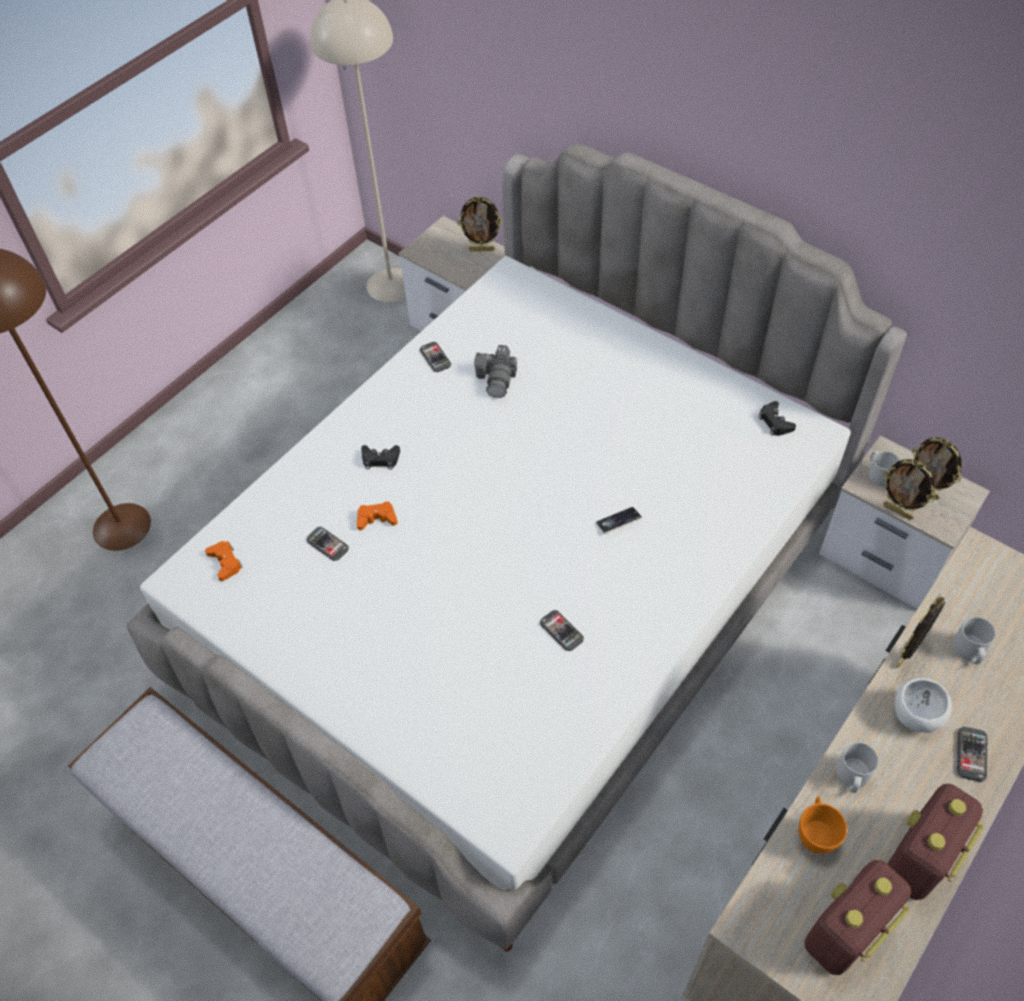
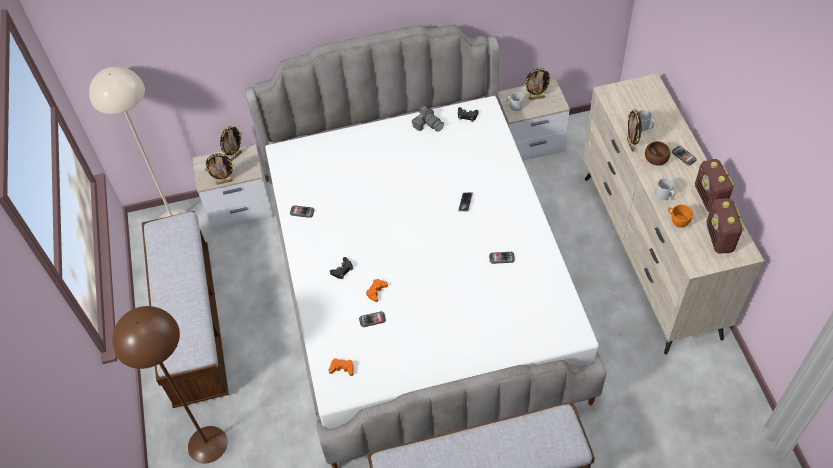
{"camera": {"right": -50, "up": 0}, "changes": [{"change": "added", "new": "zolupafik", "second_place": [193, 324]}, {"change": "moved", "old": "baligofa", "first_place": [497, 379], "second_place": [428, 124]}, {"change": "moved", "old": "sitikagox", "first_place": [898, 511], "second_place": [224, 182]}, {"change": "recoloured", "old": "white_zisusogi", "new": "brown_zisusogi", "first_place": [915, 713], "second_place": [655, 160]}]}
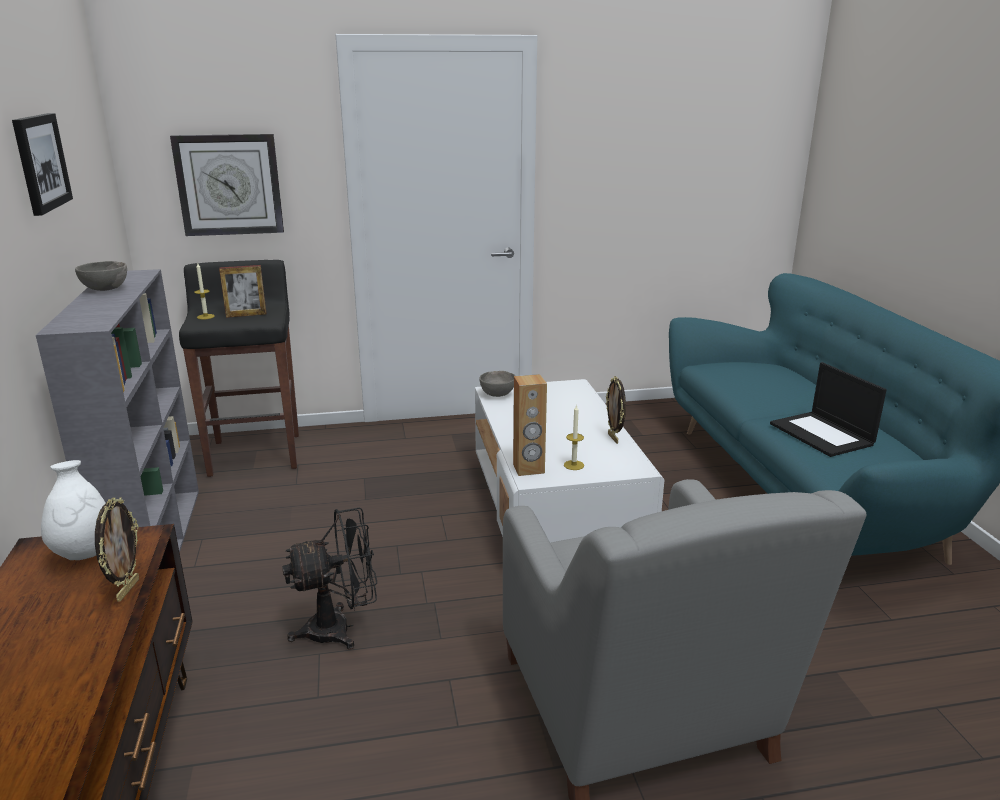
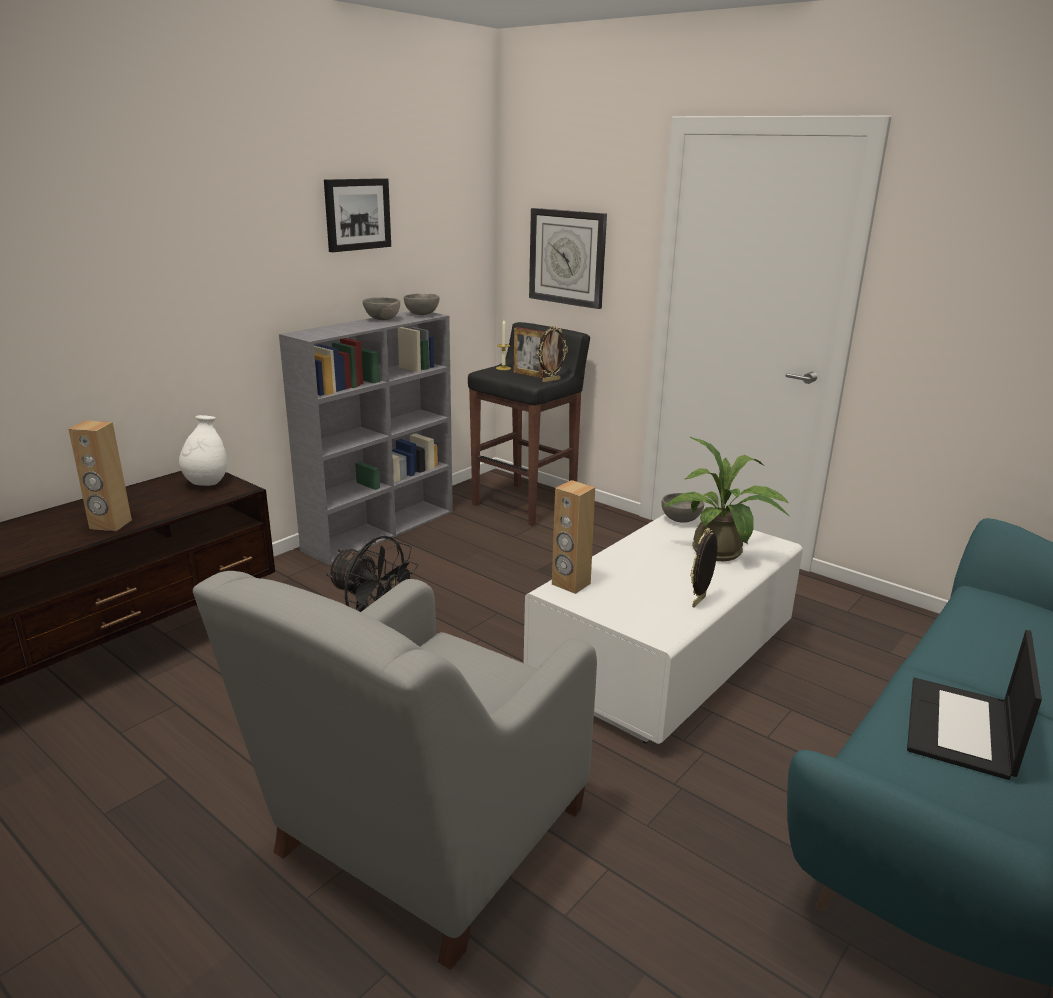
{"camera": {"right": 50, "up": 0}, "changes": [{"change": "removed", "old": "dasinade", "first_place": [573, 465]}, {"change": "added", "new": "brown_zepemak", "second_place": [110, 524]}, {"change": "added", "new": "grey_zisusogi", "second_place": [422, 314]}, {"change": "added", "new": "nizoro", "second_place": [721, 554]}, {"change": "moved", "old": "sitikagox", "first_place": [127, 590], "second_place": [551, 380]}]}
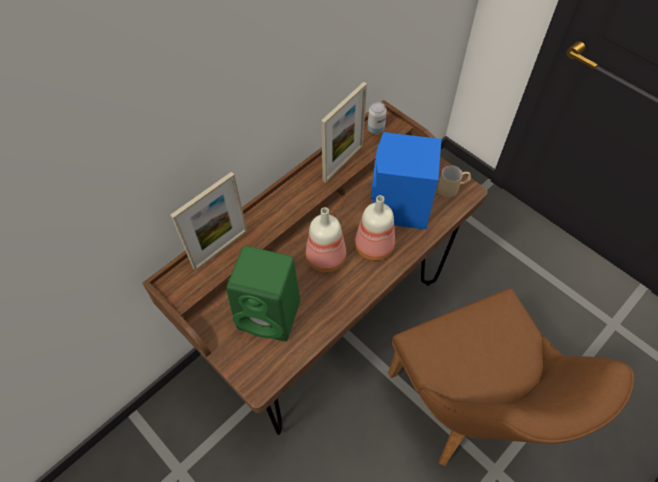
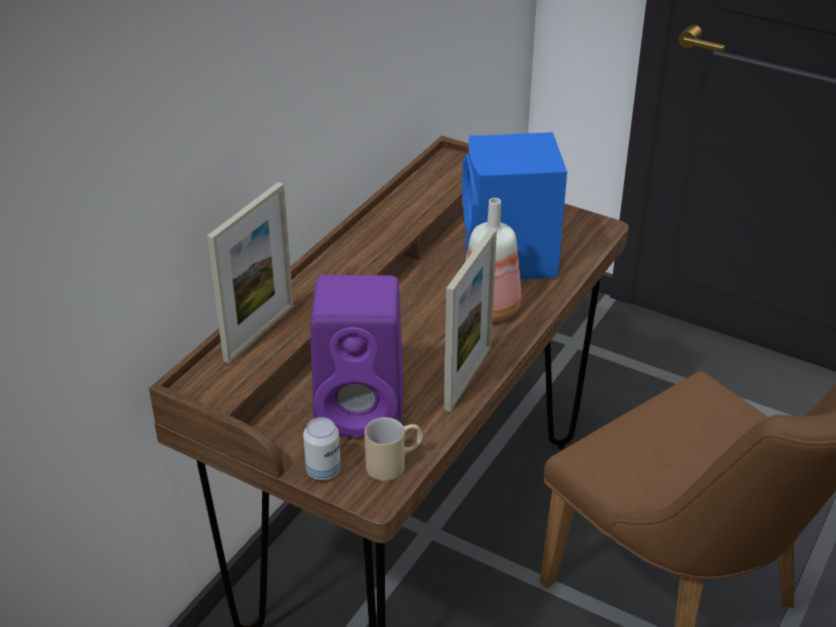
{"camera": {"right": -15, "up": -20}, "changes": [{"change": "removed", "old": "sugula", "first_place": [327, 257]}, {"change": "moved", "old": "sitikagox", "first_place": [343, 163], "second_place": [468, 378]}, {"change": "moved", "old": "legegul", "first_place": [376, 129], "second_place": [323, 471]}, {"change": "moved", "old": "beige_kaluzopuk", "first_place": [452, 188], "second_place": [394, 463]}, {"change": "recoloured", "old": "green_zepemak", "new": "purple_zepemak", "first_place": [271, 315], "second_place": [363, 410]}]}
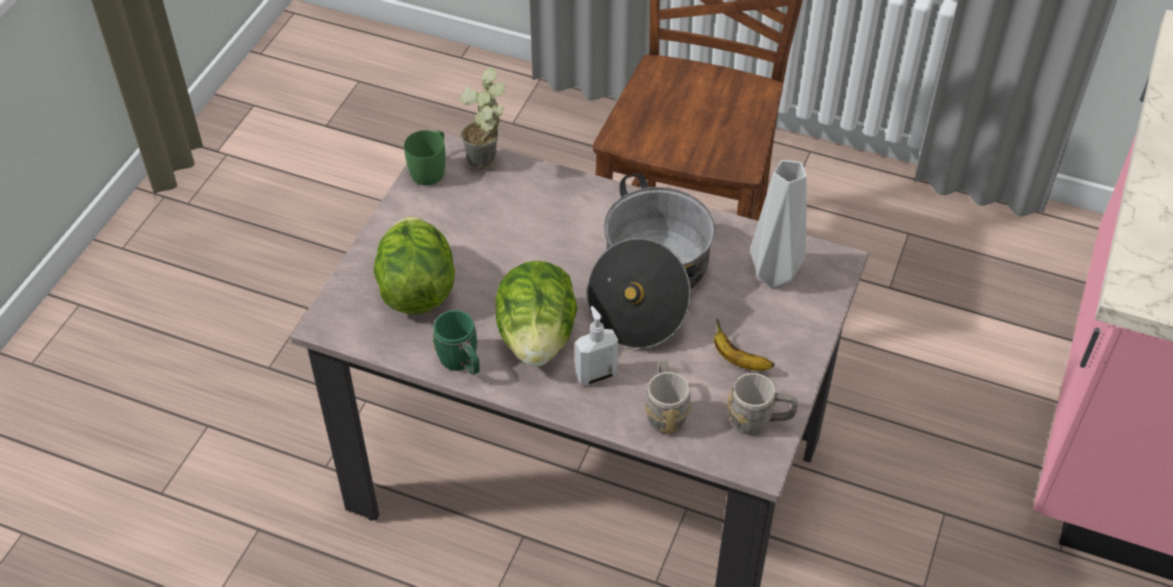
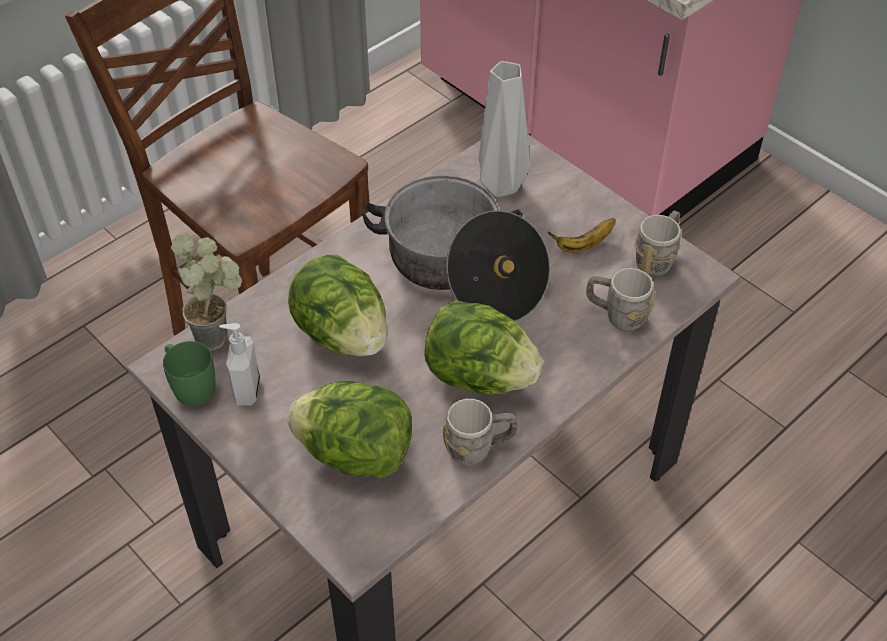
{"camera": {"right": -65, "up": 0}, "changes": [{"change": "added", "new": "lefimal", "second_place": [342, 334]}, {"change": "moved", "old": "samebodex", "first_place": [595, 374], "second_place": [246, 390]}, {"change": "recoloured", "old": "green_kaluzopuk", "new": "grey_kaluzopuk", "first_place": [462, 363], "second_place": [479, 448]}]}
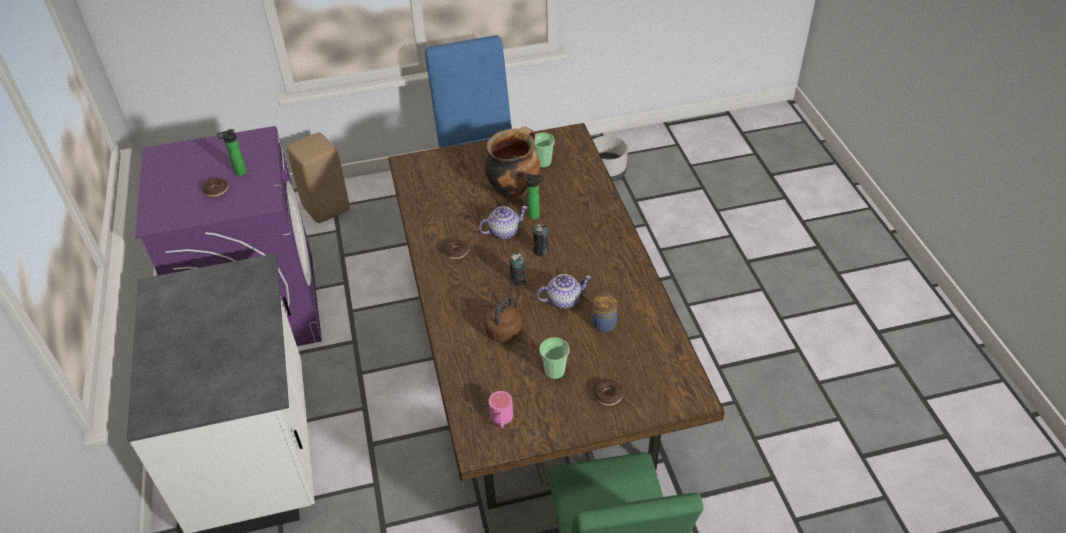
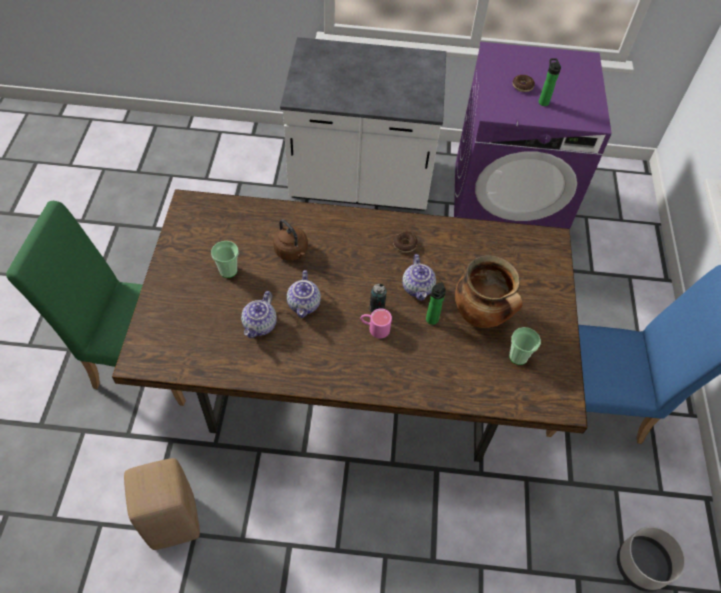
{"camera": {"right": 105, "up": 10}, "changes": [{"change": "removed", "old": "legegul", "first_place": [518, 281]}, {"change": "removed", "old": "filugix", "first_place": [607, 395]}, {"change": "moved", "old": "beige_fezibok", "first_place": [326, 208], "second_place": [174, 523]}, {"change": "moved", "old": "pink_kaluzopuk", "first_place": [501, 420], "second_place": [374, 328]}, {"change": "replaced", "old": "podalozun", "new": "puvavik", "first_place": [604, 323], "second_place": [260, 325]}]}
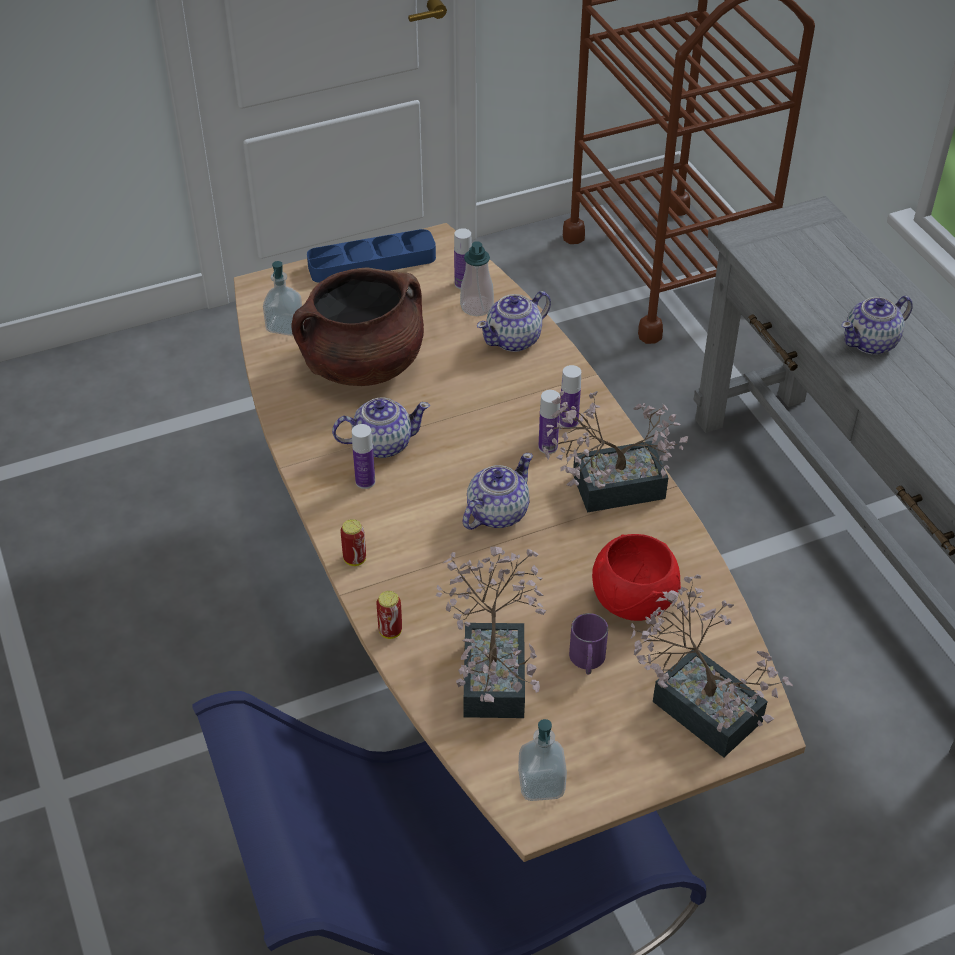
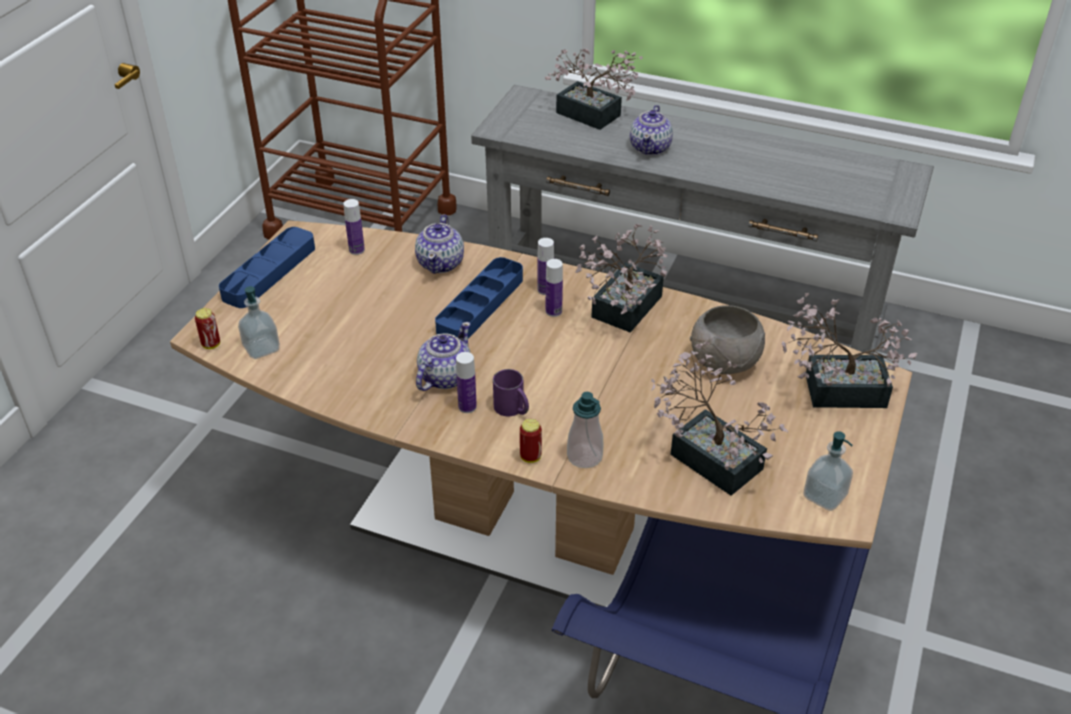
{"camera": {"right": -45, "up": -5}, "changes": [{"change": "removed", "old": "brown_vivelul", "first_place": [362, 365]}, {"change": "removed", "old": "puvavik", "first_place": [496, 513]}, {"change": "added", "new": "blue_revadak", "second_place": [480, 305]}, {"change": "added", "new": "nizoro", "second_place": [594, 117]}, {"change": "moved", "old": "legegul", "first_place": [390, 631], "second_place": [211, 344]}, {"change": "moved", "old": "samebodex", "first_place": [477, 307], "second_place": [584, 456]}, {"change": "moved", "old": "purple_kaluzopuk", "first_place": [587, 661], "second_place": [513, 409]}, {"change": "recoloured", "old": "red_zisusogi", "new": "grey_zisusogi", "first_place": [633, 601], "second_place": [726, 362]}]}
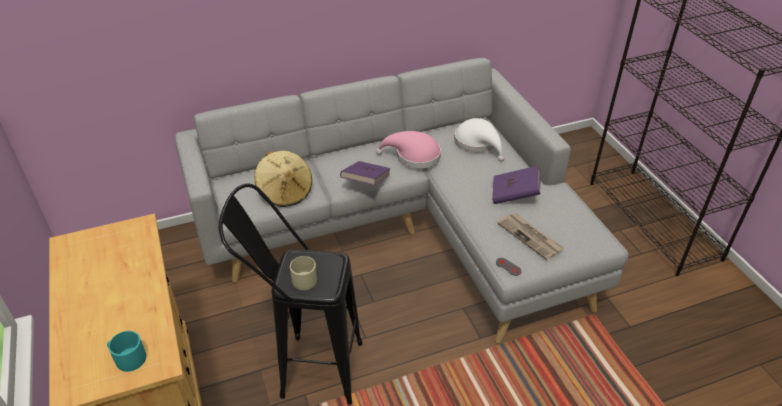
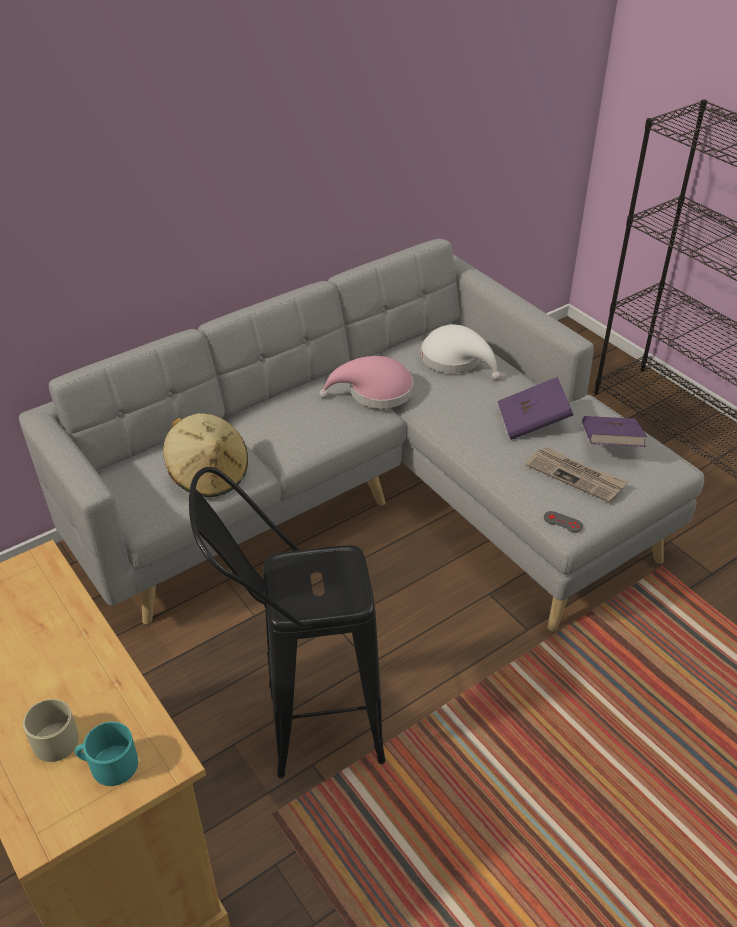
{"camera": {"right": -15, "up": 0}, "changes": [{"change": "moved", "old": "beige_kaluzopuk", "first_place": [303, 278], "second_place": [52, 738]}, {"change": "moved", "old": "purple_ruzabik", "first_place": [366, 182], "second_place": [610, 445]}]}
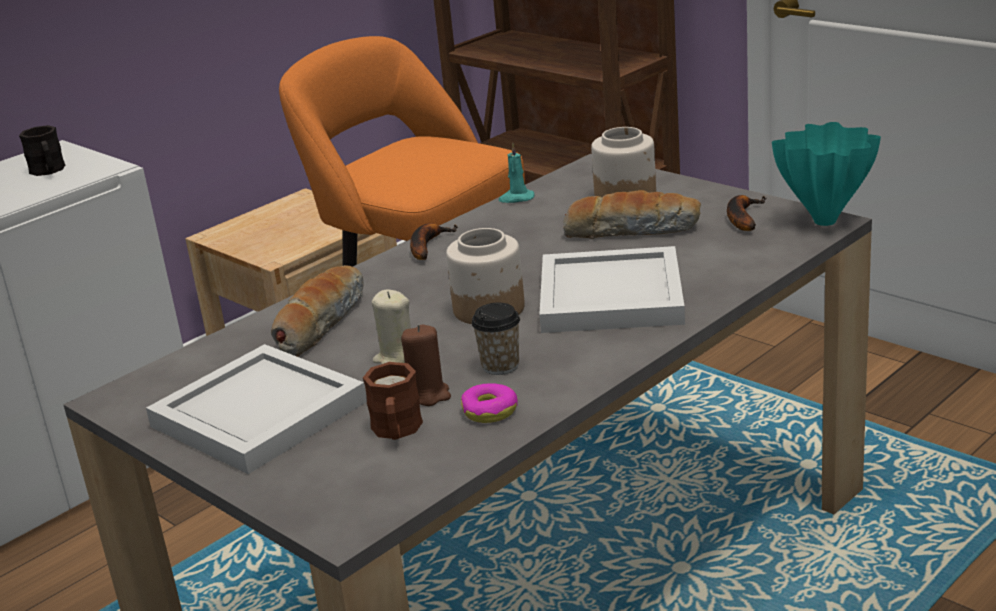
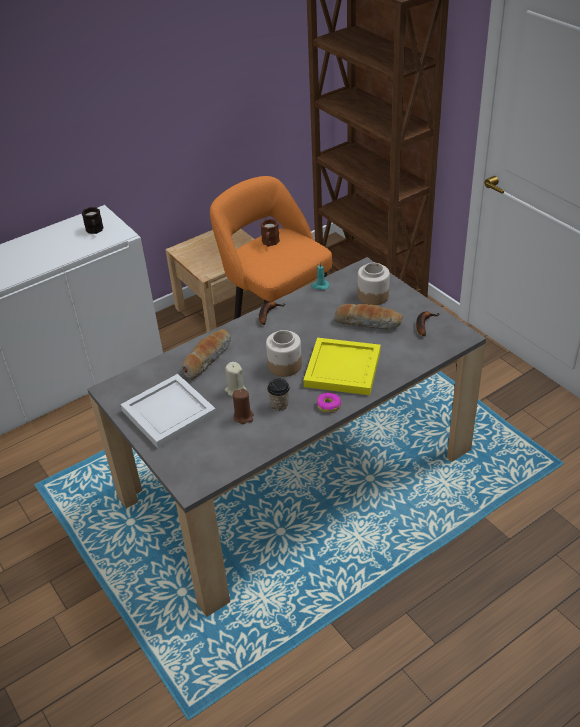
{"camera": {"right": 10, "up": 15}, "changes": [{"change": "removed", "old": "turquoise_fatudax", "first_place": [827, 221]}, {"change": "moved", "old": "brown_kaluzopuk", "first_place": [396, 431], "second_place": [270, 243]}, {"change": "moved", "old": "filugix", "first_place": [490, 411], "second_place": [329, 405]}, {"change": "recoloured", "old": "white_revadak", "new": "yellow_revadak", "first_place": [608, 298], "second_place": [341, 369]}]}
